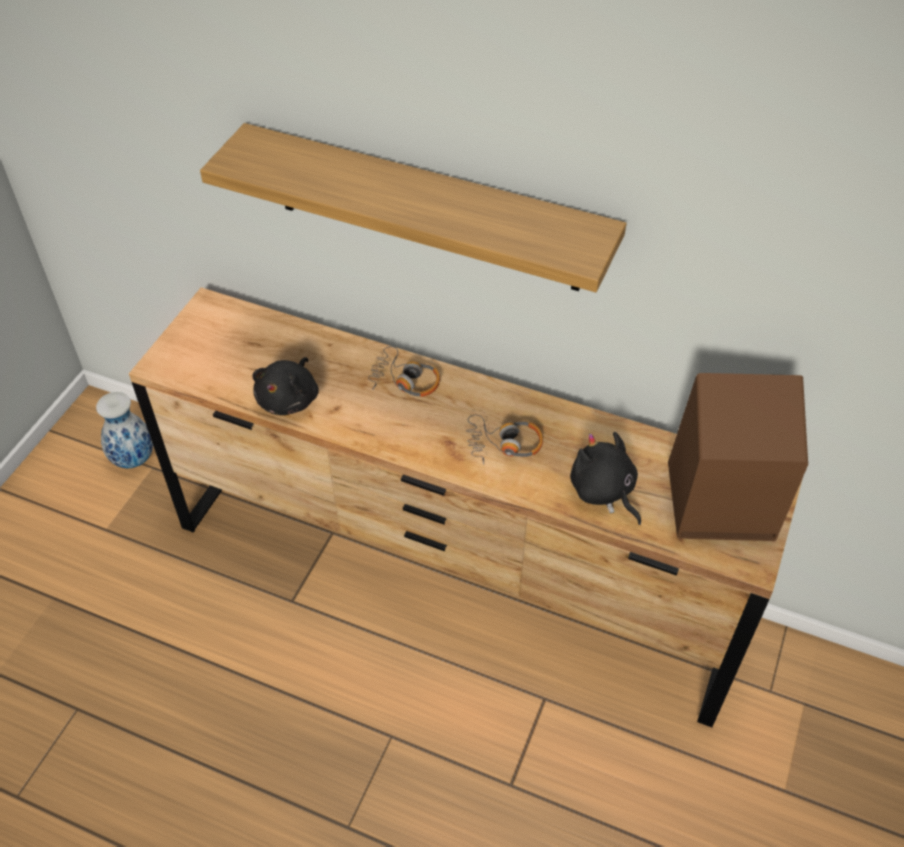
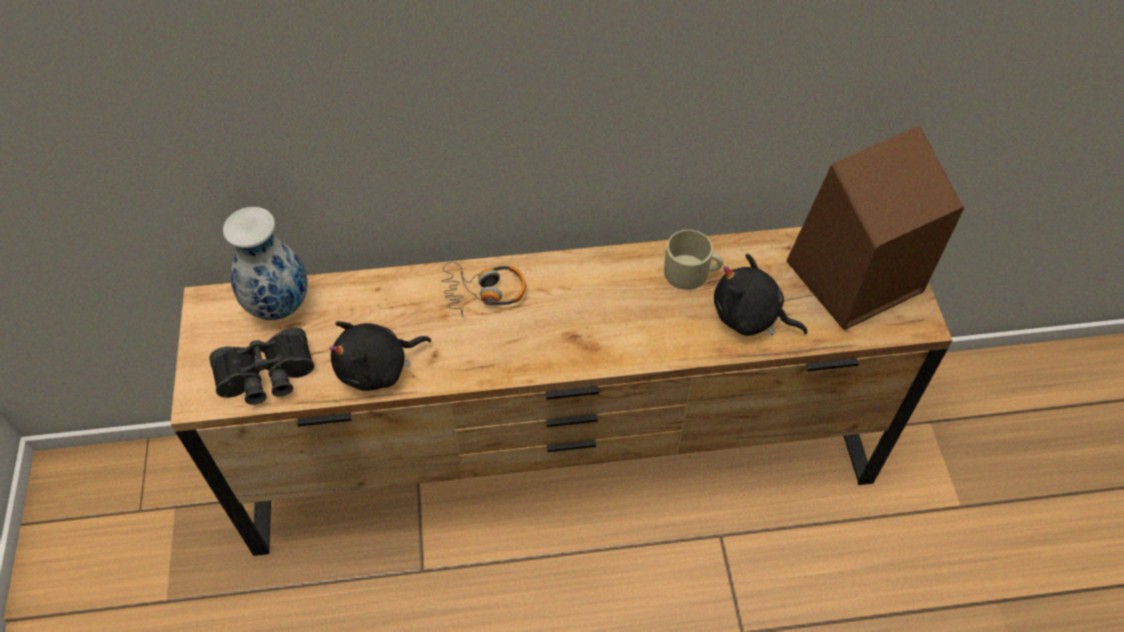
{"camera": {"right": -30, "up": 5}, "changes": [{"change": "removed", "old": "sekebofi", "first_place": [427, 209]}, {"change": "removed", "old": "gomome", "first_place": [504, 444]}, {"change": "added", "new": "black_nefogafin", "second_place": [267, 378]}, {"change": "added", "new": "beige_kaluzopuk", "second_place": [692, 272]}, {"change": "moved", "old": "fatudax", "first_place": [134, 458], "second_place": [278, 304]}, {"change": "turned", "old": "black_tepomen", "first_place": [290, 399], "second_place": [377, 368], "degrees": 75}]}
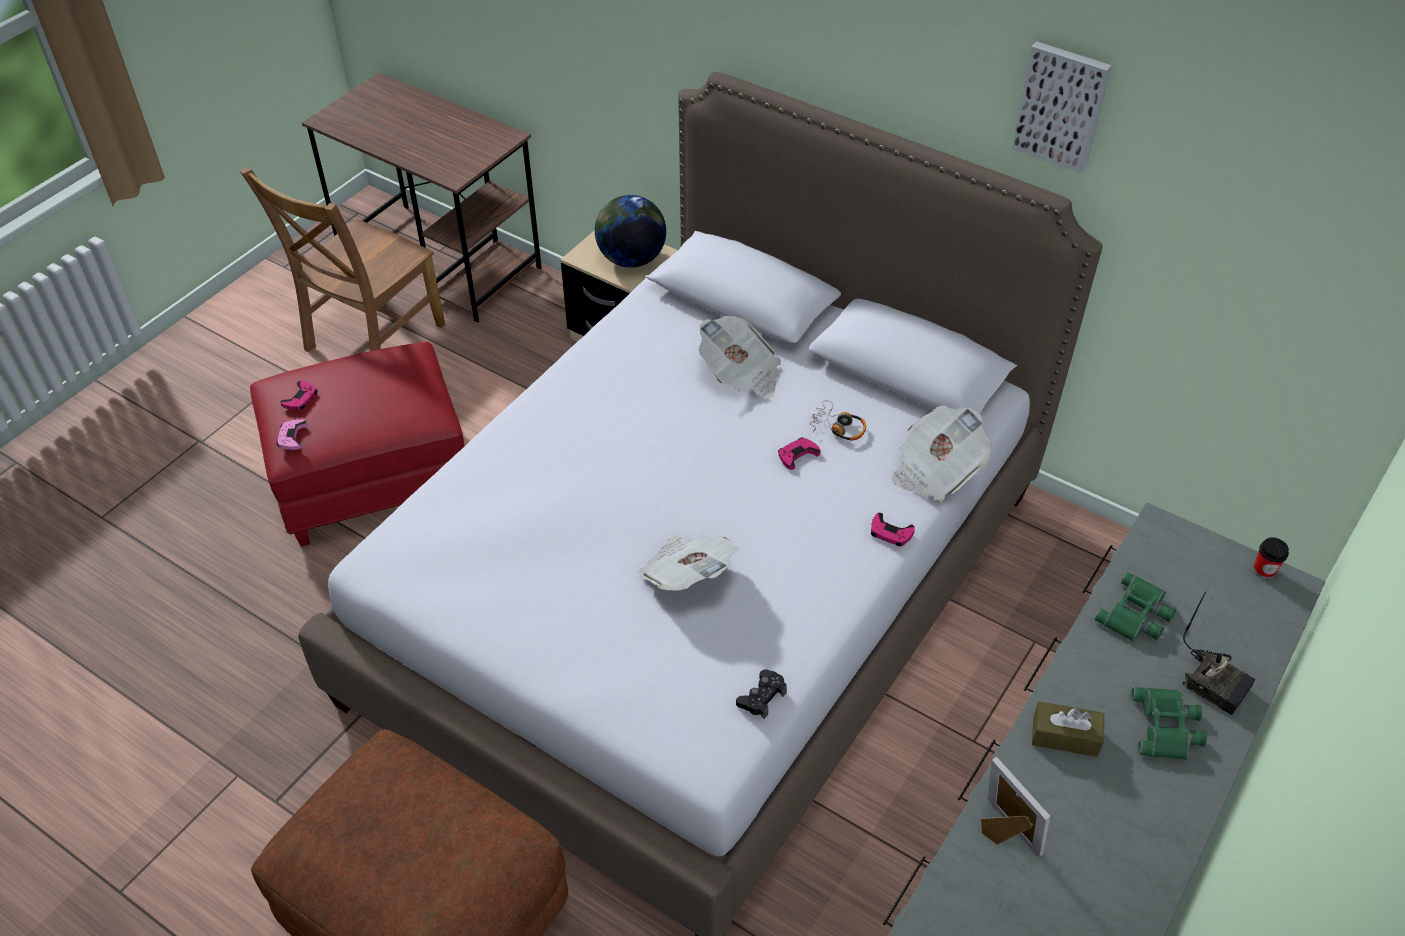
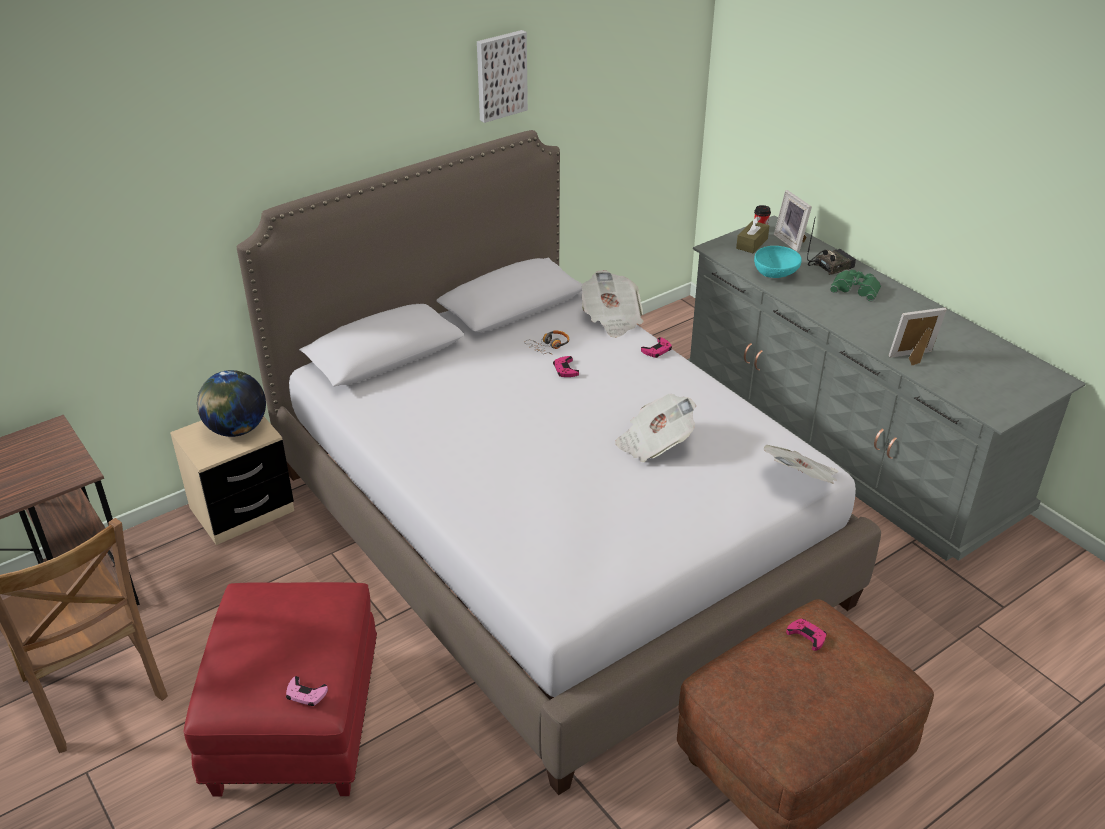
{"camera": {"right": -70, "up": -10}, "changes": [{"change": "removed", "old": "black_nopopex", "first_place": [762, 697]}, {"change": "added", "new": "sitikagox", "second_place": [792, 241]}, {"change": "moved", "old": "pink_nopopex", "first_place": [300, 398], "second_place": [807, 636]}, {"change": "moved", "old": "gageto", "first_place": [740, 374], "second_place": [801, 480]}, {"change": "moved", "old": "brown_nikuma", "first_place": [1065, 736], "second_place": [752, 243]}, {"change": "replaced", "old": "green_nefogafin", "new": "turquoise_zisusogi", "first_place": [1137, 615], "second_place": [776, 274]}]}
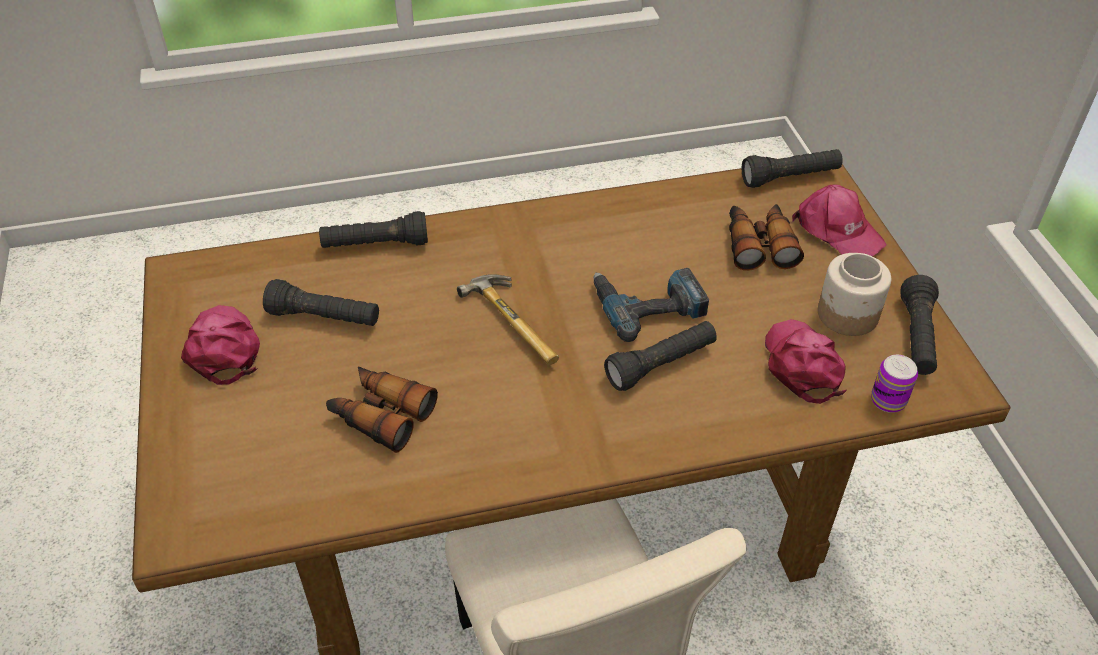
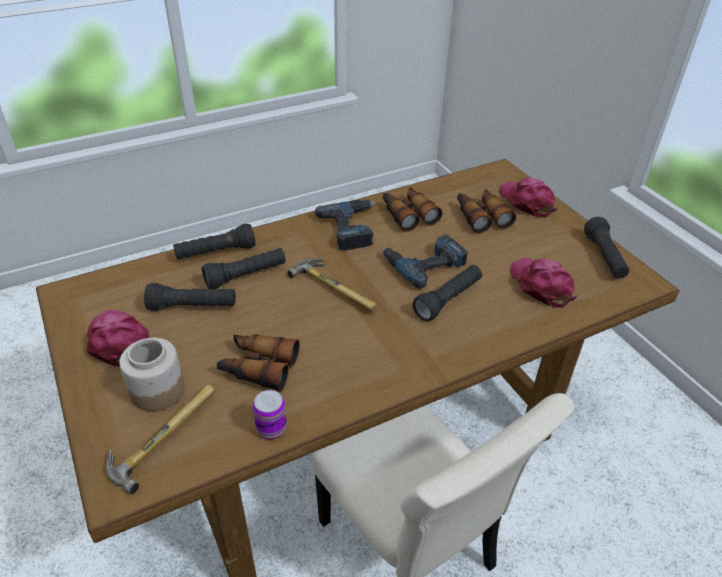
{"camera": {"right": -15, "up": -5}, "changes": [{"change": "added", "new": "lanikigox", "second_place": [161, 435]}, {"change": "added", "new": "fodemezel", "second_place": [352, 228]}, {"change": "added", "new": "nefogafin", "second_place": [408, 214]}, {"change": "moved", "old": "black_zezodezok", "first_place": [790, 178], "second_place": [246, 276]}, {"change": "moved", "old": "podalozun", "first_place": [847, 315], "second_place": [157, 391]}, {"change": "moved", "old": "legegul", "first_place": [888, 400], "second_place": [271, 428]}, {"change": "turned", "old": "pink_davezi", "first_place": [837, 230], "second_place": [526, 201], "degrees": -150}]}
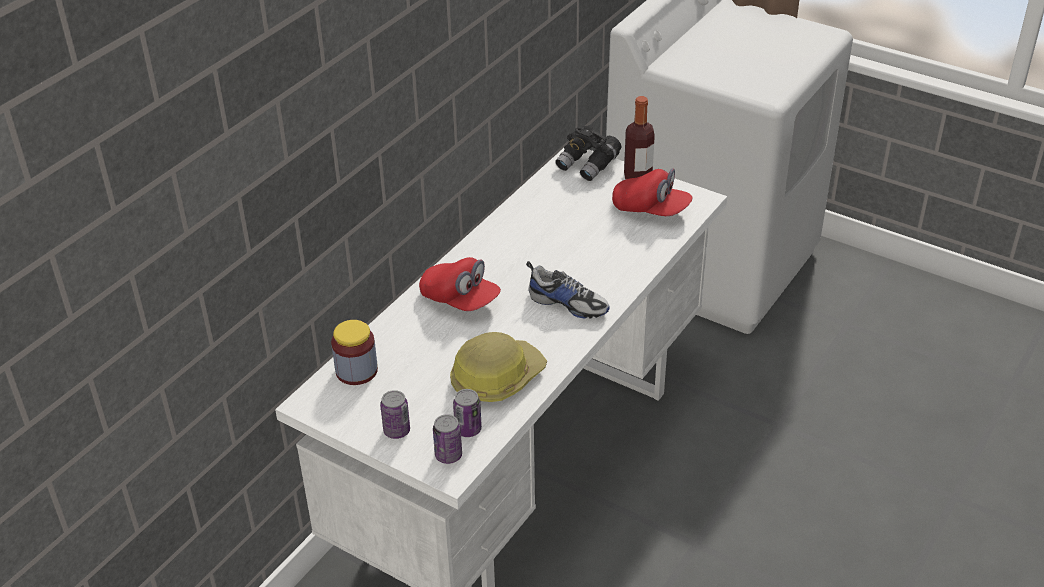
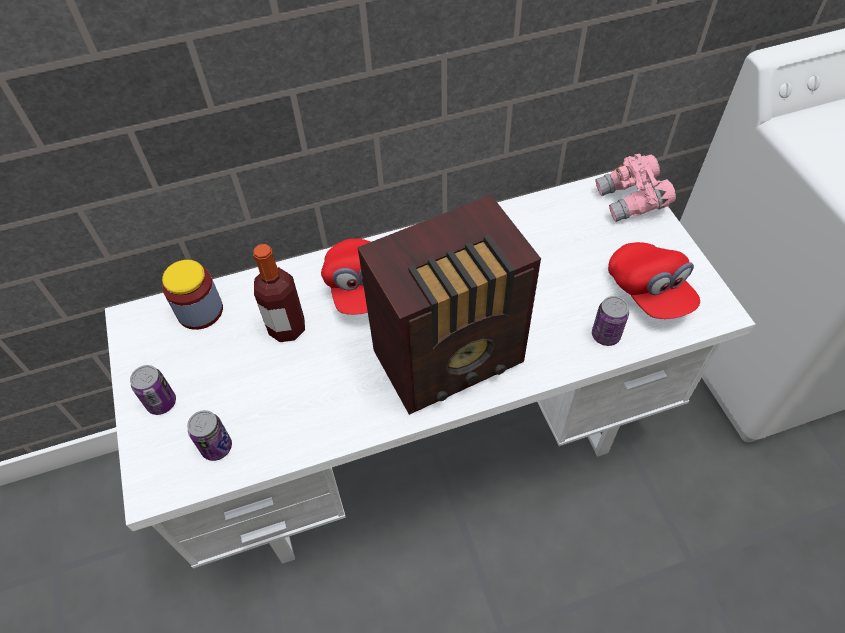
{"camera": {"right": 40, "up": 15}, "changes": [{"change": "removed", "old": "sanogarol", "first_place": [496, 378]}, {"change": "moved", "old": "legegul", "first_place": [448, 455], "second_place": [605, 335]}, {"change": "moved", "old": "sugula", "first_place": [638, 177], "second_place": [287, 328]}, {"change": "replaced", "old": "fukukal", "new": "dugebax", "first_place": [568, 303], "second_place": [452, 358]}, {"change": "recoloured", "old": "black_nefogafin", "new": "pink_nefogafin", "first_place": [588, 165], "second_place": [632, 201]}]}
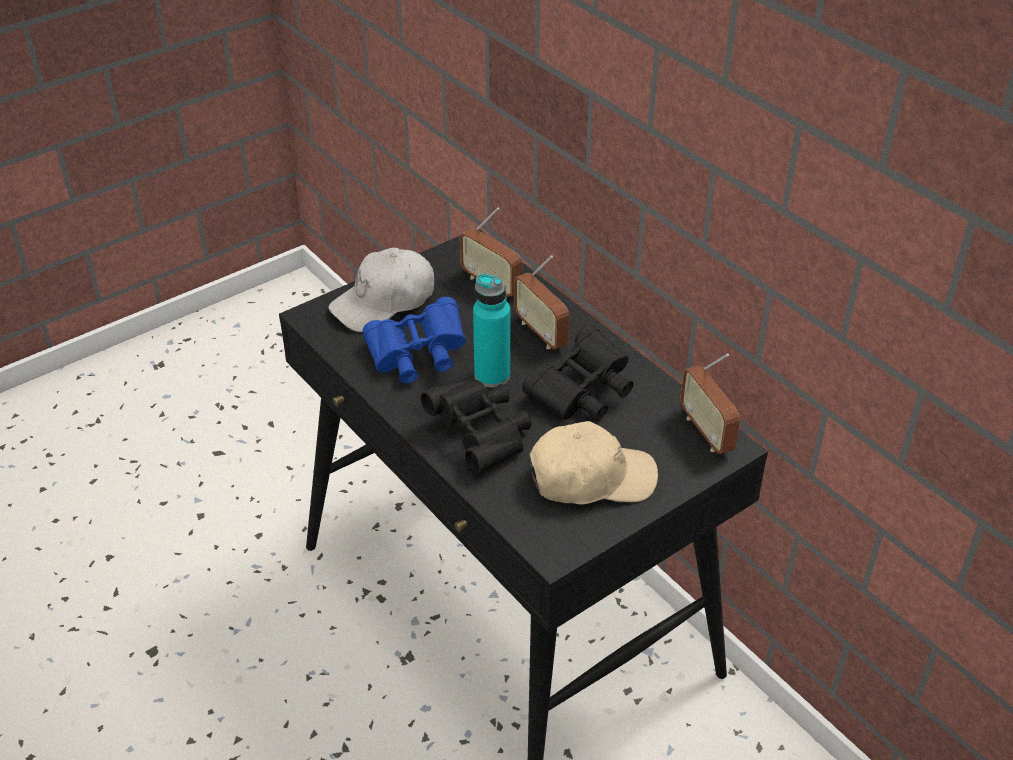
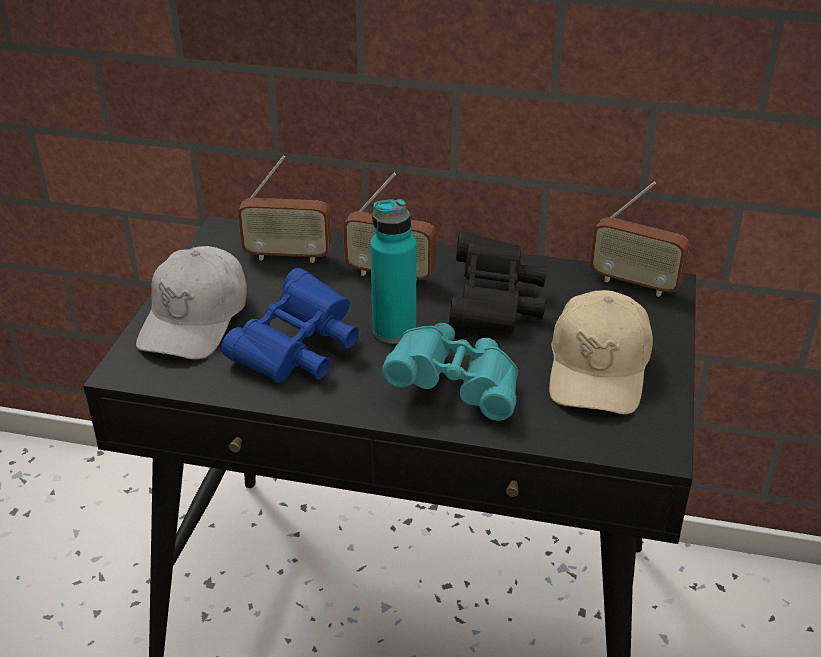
{"camera": {"right": -40, "up": -5}, "changes": [{"change": "recoloured", "old": "black_nefogafin", "new": "turquoise_nefogafin", "first_place": [481, 436], "second_place": [456, 387]}, {"change": "turned", "old": "beige_davezi", "first_place": [591, 478], "second_place": [599, 368], "degrees": 150}]}
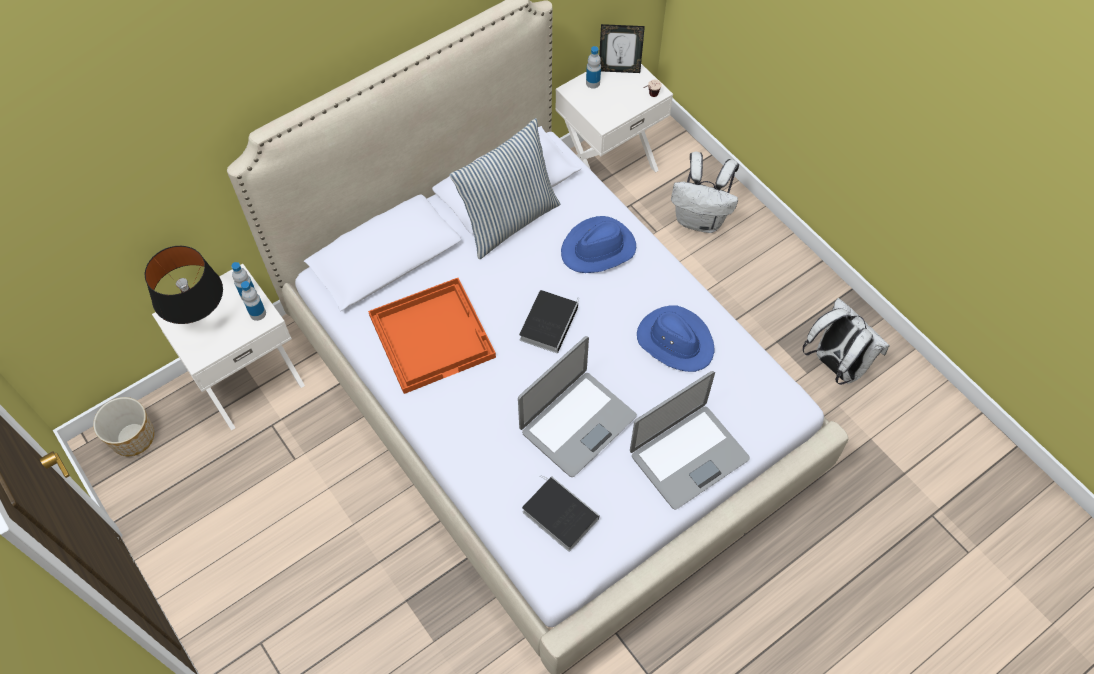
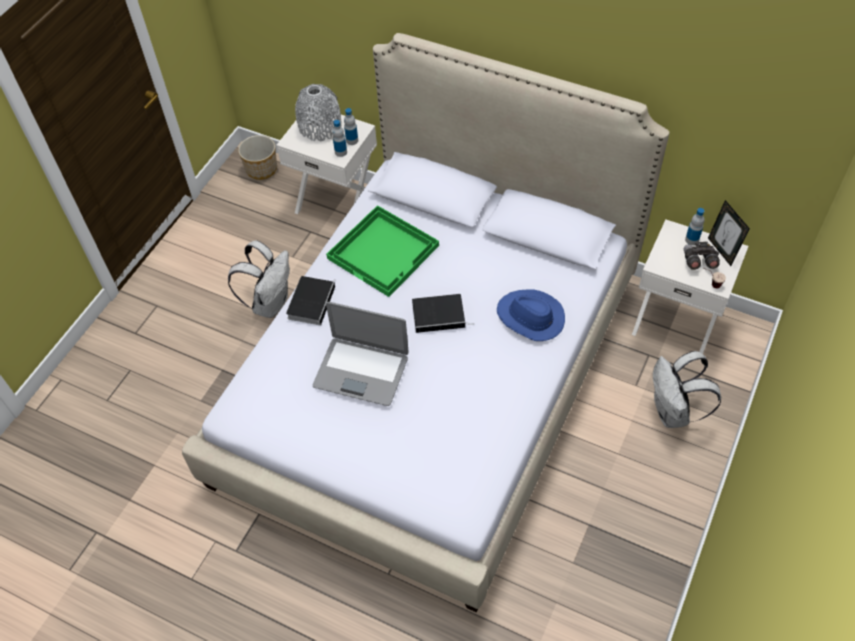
{"camera": {"right": 65, "up": -5}, "changes": [{"change": "removed", "old": "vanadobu", "first_place": [508, 220]}, {"change": "removed", "old": "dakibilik", "first_place": [688, 456]}, {"change": "removed", "old": "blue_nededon", "first_place": [675, 341]}, {"change": "added", "new": "grey_nefogafin", "second_place": [698, 262]}, {"change": "moved", "old": "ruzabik", "first_place": [558, 514], "second_place": [311, 301]}, {"change": "moved", "old": "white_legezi", "first_place": [835, 365], "second_place": [270, 302]}, {"change": "replaced", "old": "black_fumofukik", "new": "grey_fatudax", "first_place": [200, 317], "second_place": [320, 126]}, {"change": "recoloured", "old": "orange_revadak", "new": "green_revadak", "first_place": [432, 335], "second_place": [384, 252]}]}
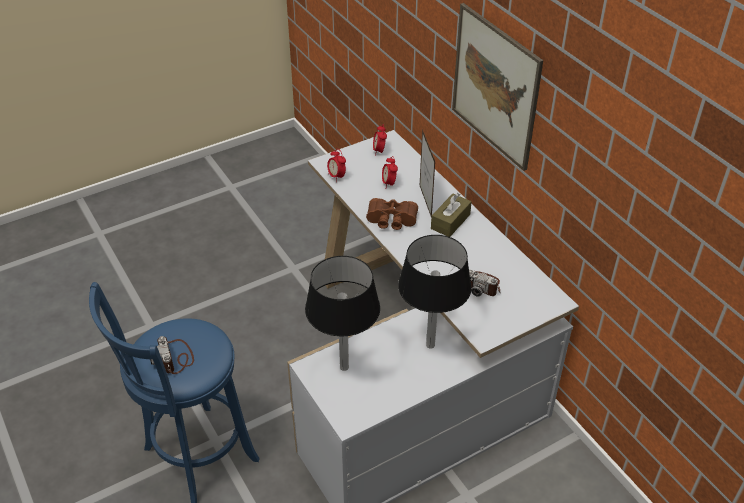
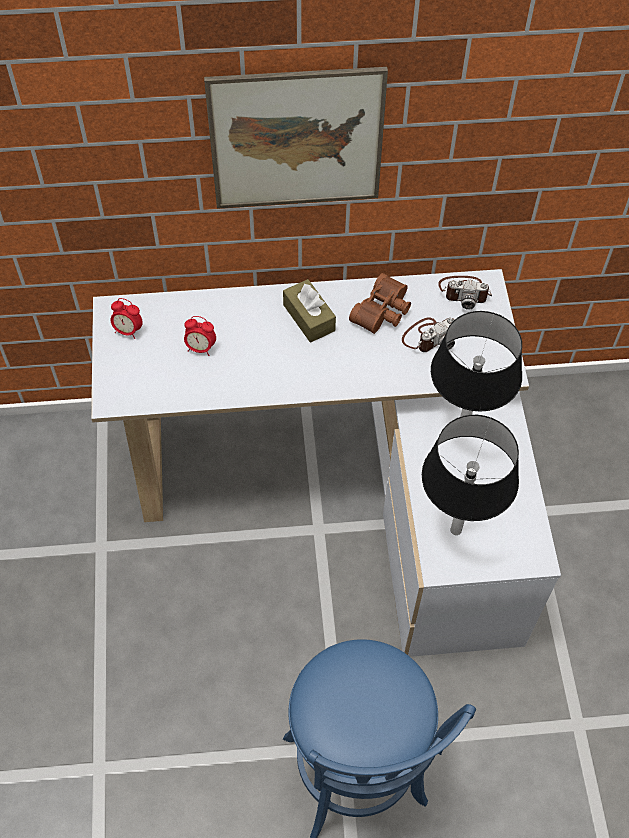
{"camera": {"right": -65, "up": 15}, "changes": [{"change": "removed", "old": "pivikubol", "first_place": [336, 176]}, {"change": "removed", "old": "sitikagox", "first_place": [425, 201]}, {"change": "moved", "old": "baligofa", "first_place": [174, 358], "second_place": [464, 292]}, {"change": "moved", "old": "brown_nefogafin", "first_place": [391, 221], "second_place": [383, 312]}]}
